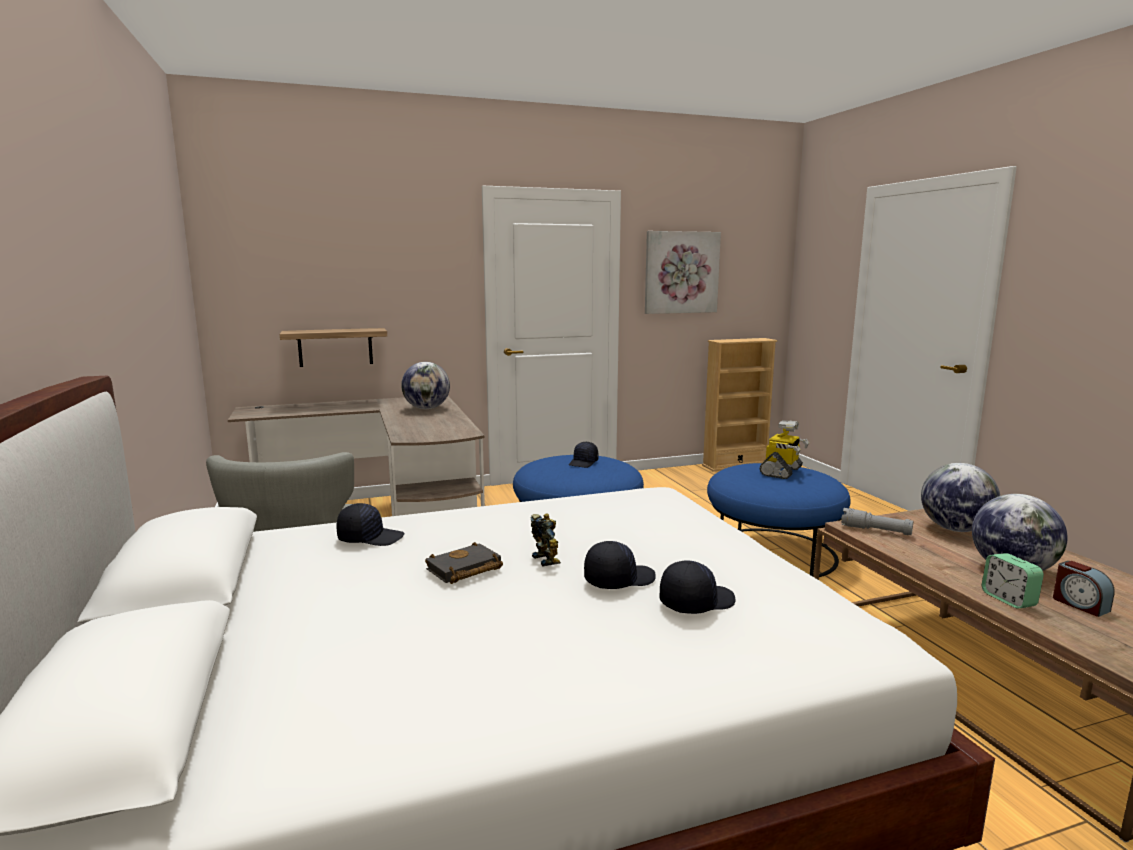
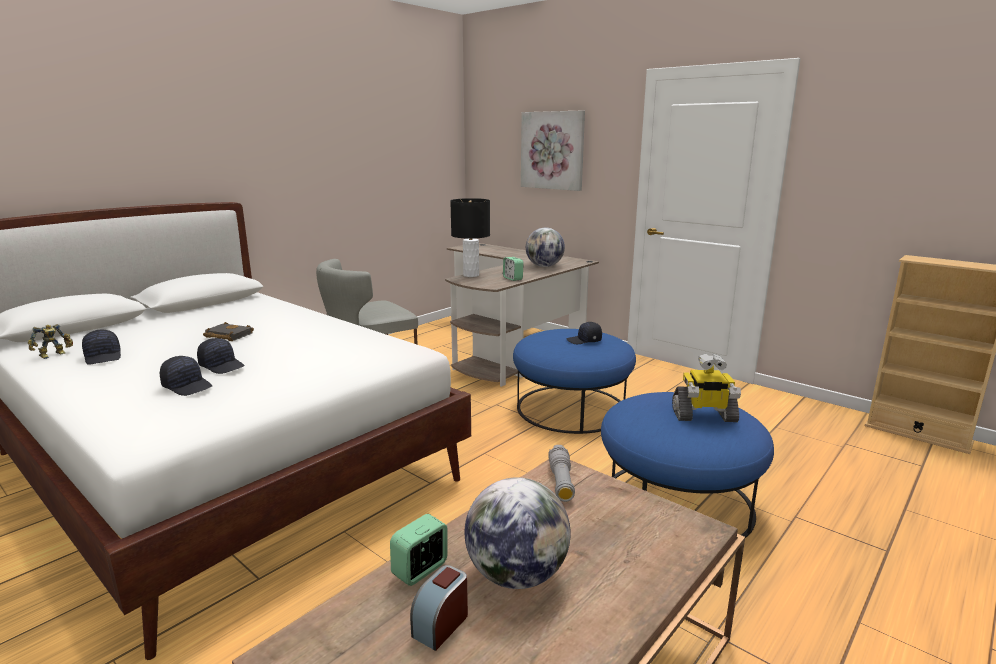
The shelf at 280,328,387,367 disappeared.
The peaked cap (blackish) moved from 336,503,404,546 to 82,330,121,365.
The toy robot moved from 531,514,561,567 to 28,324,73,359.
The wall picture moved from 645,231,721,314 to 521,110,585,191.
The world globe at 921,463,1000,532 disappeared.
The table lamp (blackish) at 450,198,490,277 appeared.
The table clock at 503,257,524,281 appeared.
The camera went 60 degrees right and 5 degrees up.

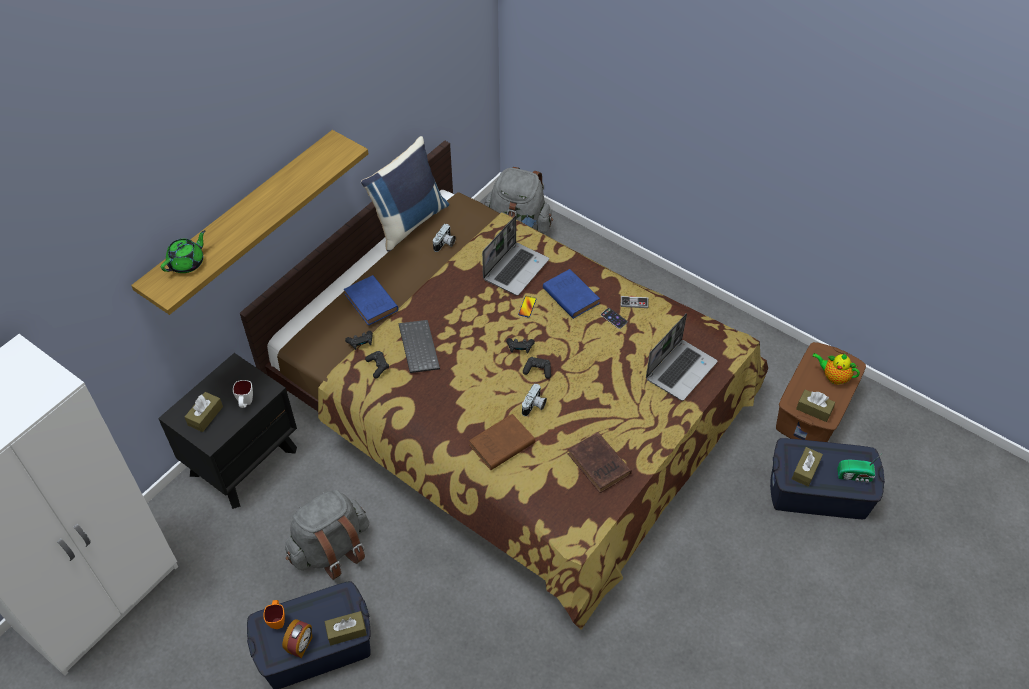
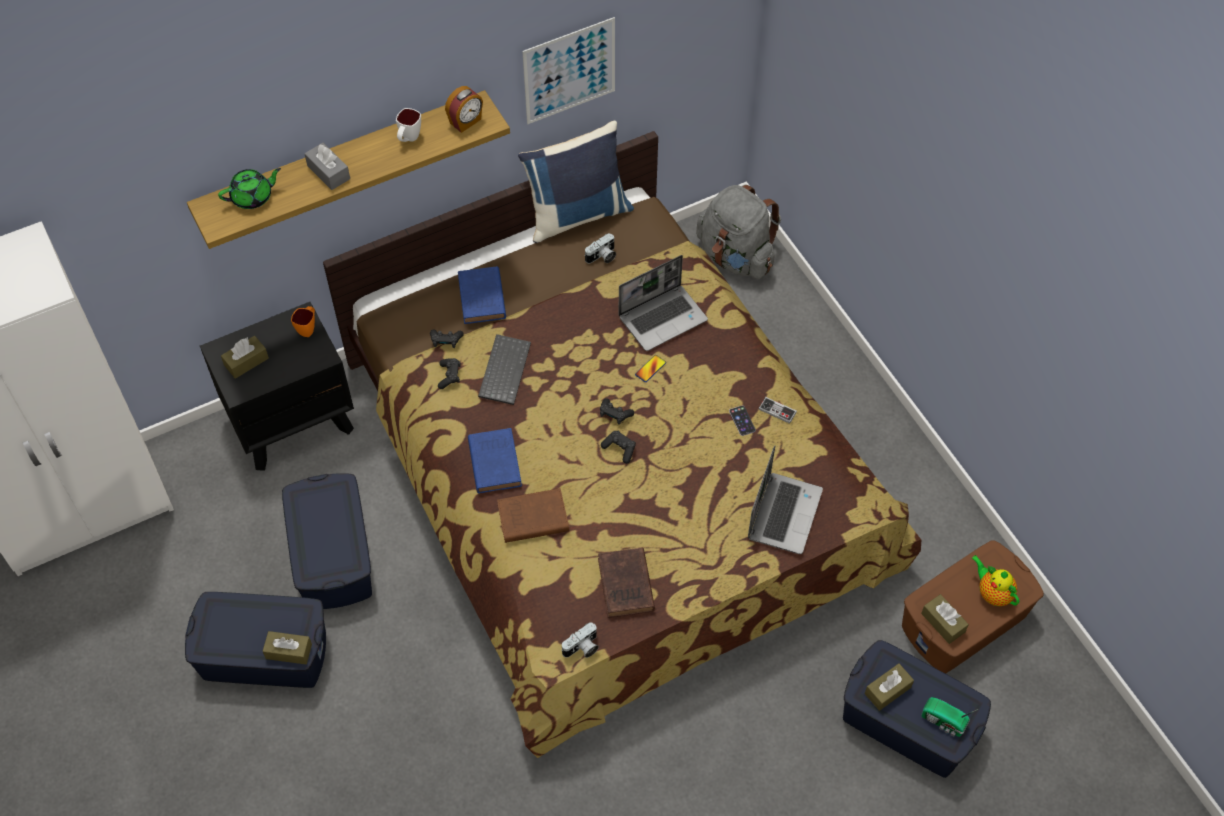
The coffee mug (whitish) moved from 233,380,253,408 to 396,108,421,142.
The coffee mug (orange) moved from 263,600,285,629 to 291,306,315,337.
The table clock moved from 282,619,312,658 to 445,86,483,133.
The knapsack (gray) at 285,490,369,580 was replaced by the storage box (bluish) at 282,473,372,609.
The photo camera moved from 522,384,547,416 to 562,622,599,658.
The book (bluish) moved from 543,269,600,319 to 468,428,522,493.
The laptop at 646,313,718,401 turned 45 degrees counterclockwise.
The box of tissues (gray) at 304,143,350,190 appeared.
The wall picture at 522,17,615,124 appeared.
The camera went 25 degrees right and 5 degrees up.

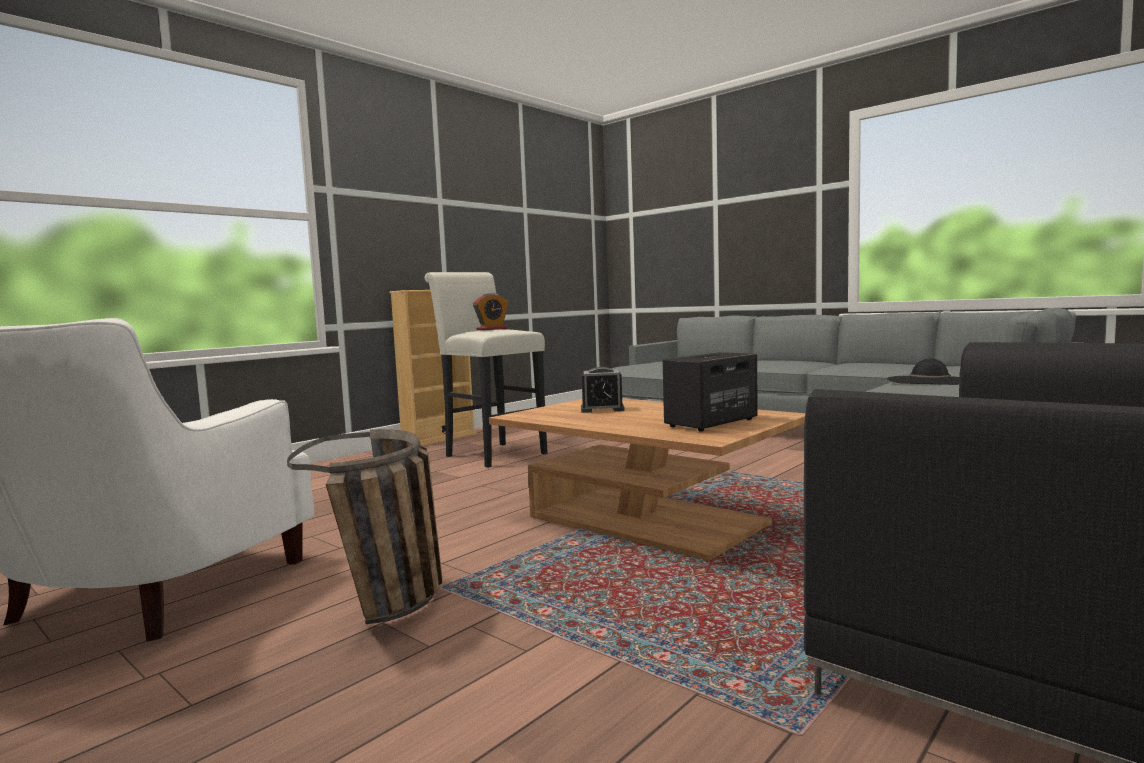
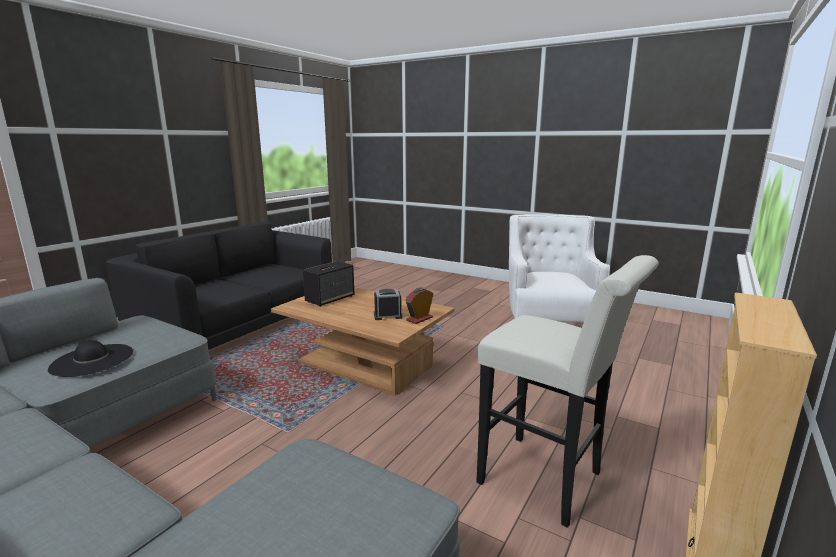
The basket at 287,429,442,624 disappeared.
The table clock moved from 473,293,509,330 to 405,287,433,324.
The camera went 170 degrees right and 10 degrees up.

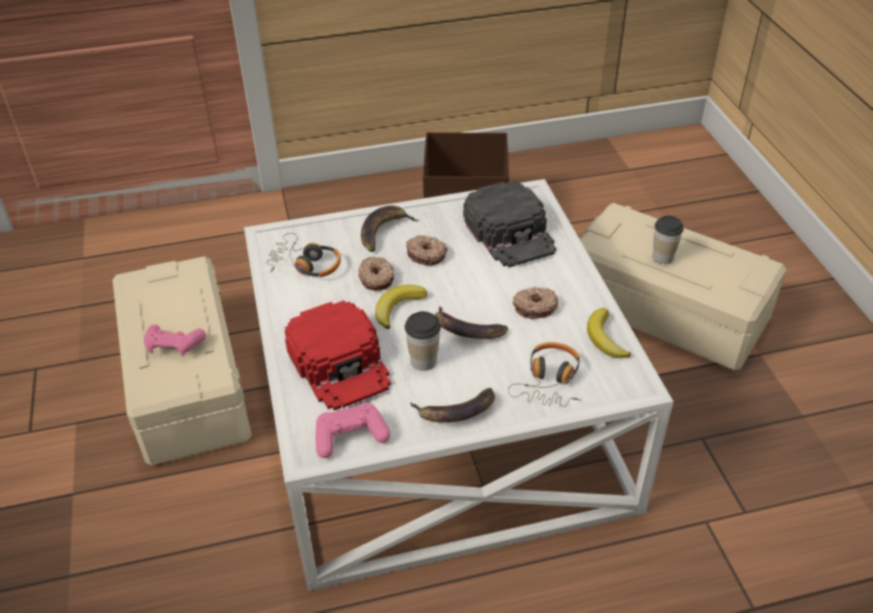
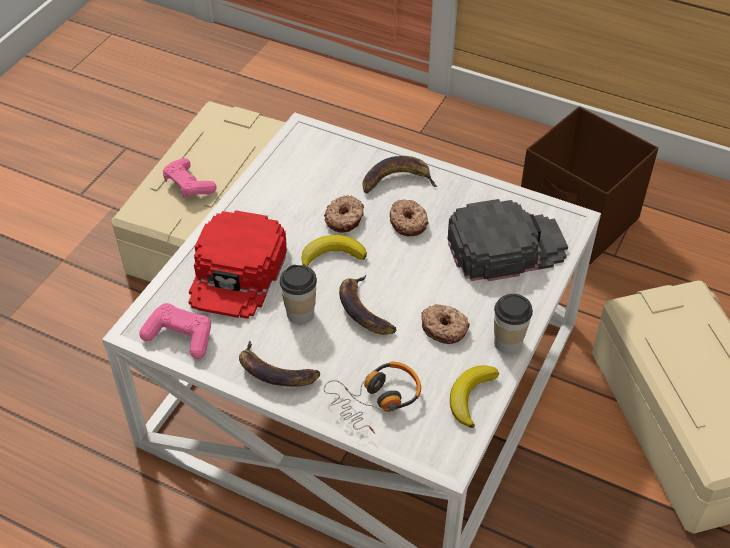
The headphones at 266,233,341,277 disappeared.
The peaked cap (blackish) at 463,181,556,268 turned 120 degrees counterclockwise.
The cup moved from 653,216,684,264 to 494,294,533,354.
The camera went 40 degrees right and 5 degrees up.

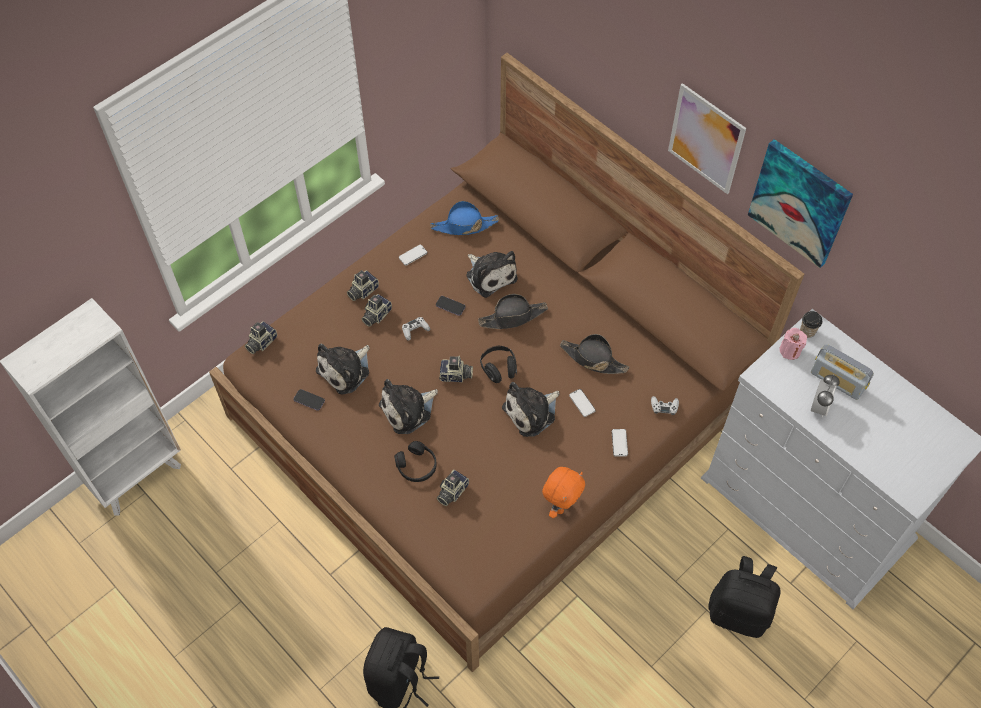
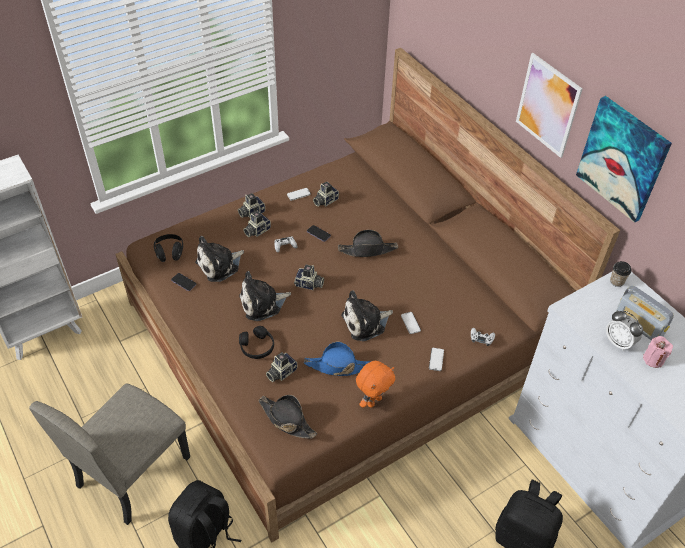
The photo camera moved from 245,321,277,354 to 313,182,339,207.
The hat (bluish) moved from 430,201,499,235 to 304,342,371,376.
The plush toy at 466,251,518,298 disappeared.
The headphones (blackish) moved from 480,346,517,383 to 154,234,183,262.
The hat (blackish) moved from 559,334,629,374 to 258,395,317,439.
The candle (pink) moved from 780,328,807,360 to 643,336,673,368.
The table clock at 811,374,839,417 turned 105 degrees clockwise.
The plain chair (sand-coloured) at 29,384,190,525 appeared.
The camera went 10 degrees right and 10 degrees down.

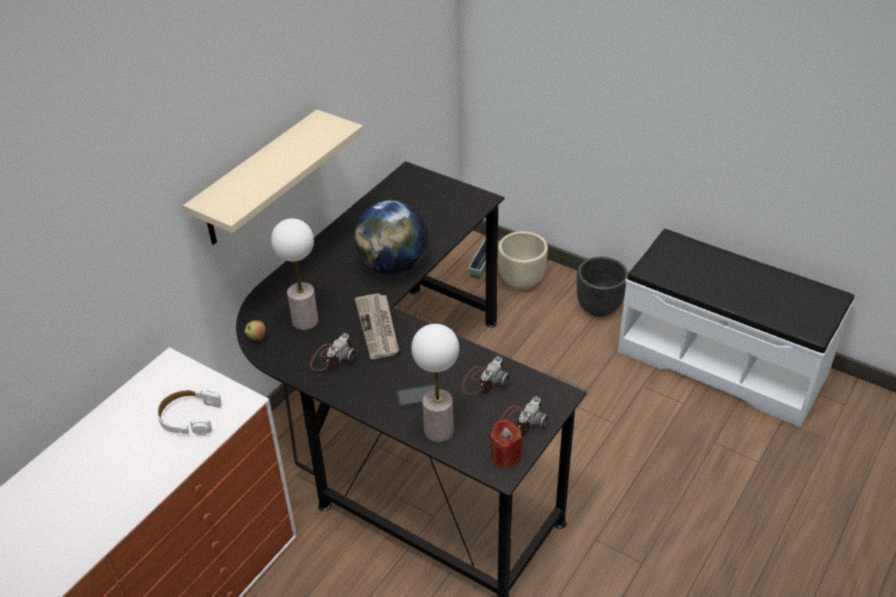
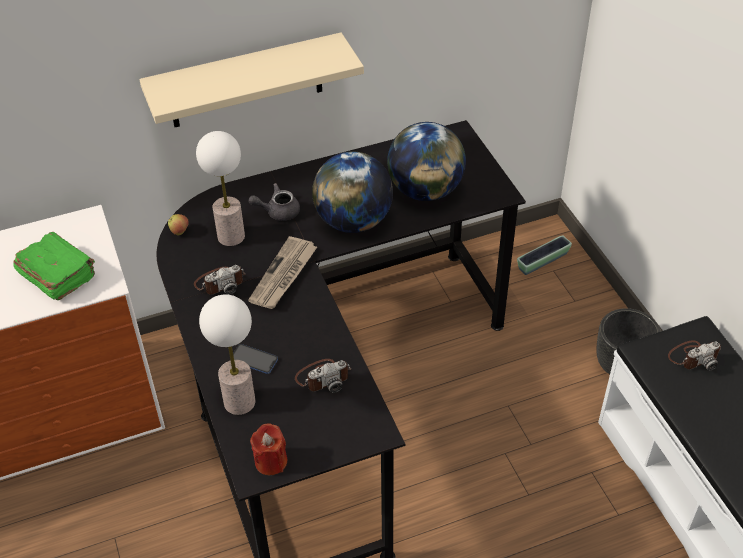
The headphones (whitish) at 157,390,222,435 was replaced by the book (greenish) at 13,232,95,300.
The plant pot (sand-coloured) at 498,231,548,290 disappeared.
The photo camera moved from 499,396,548,436 to 668,340,721,371.
The pot for tea (gray) at 248,183,300,221 appeared.
The world globe at 387,122,466,201 appeared.
The camera went 35 degrees right and 5 degrees up.

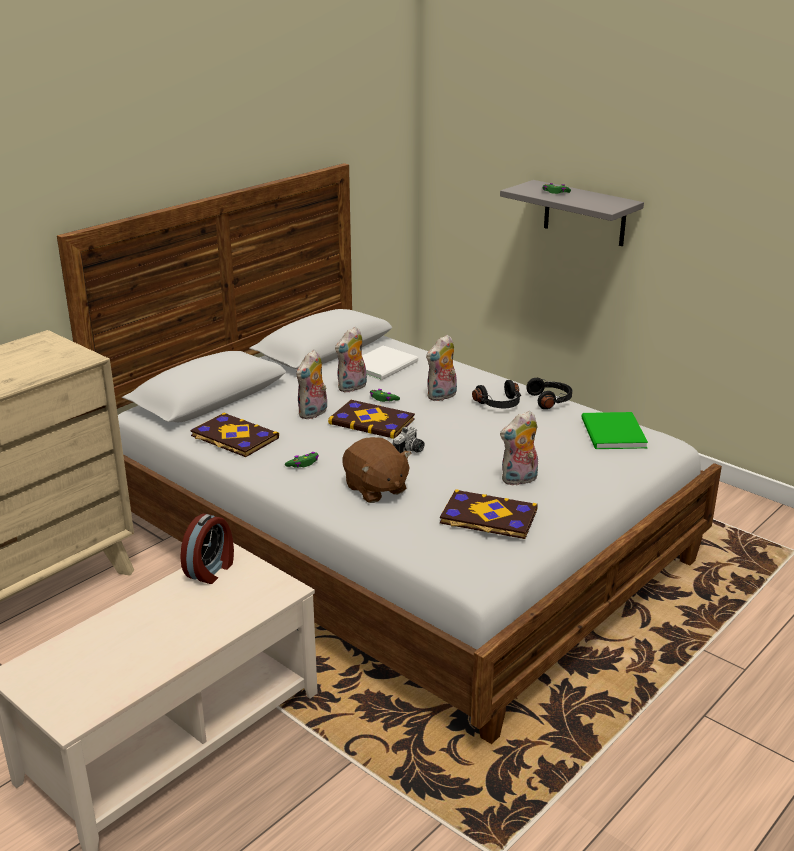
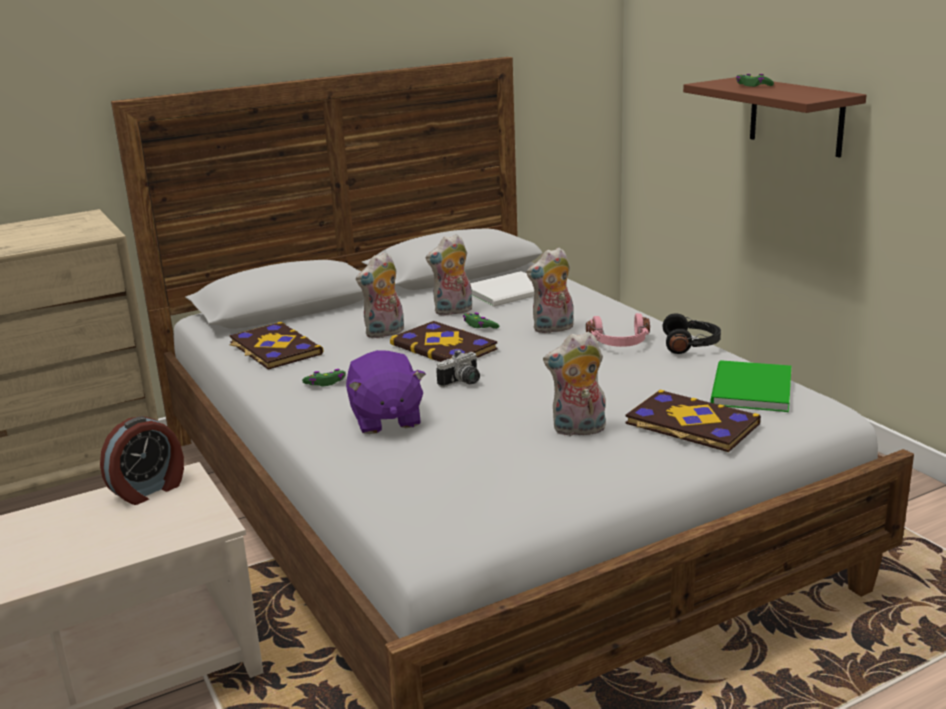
The plush toy (brownish) at 342,437,411,503 became the plush toy (purple-coloured) at 346,350,426,434.
The book moved from 440,489,538,539 to 625,389,761,452.
The headphones (blackish) at 472,380,521,408 became the headphones (pink) at 586,313,650,347.
The shelf (gray) at 500,180,644,246 became the shelf (brownish) at 683,77,866,158.
The camera went 20 degrees right and 5 degrees down.

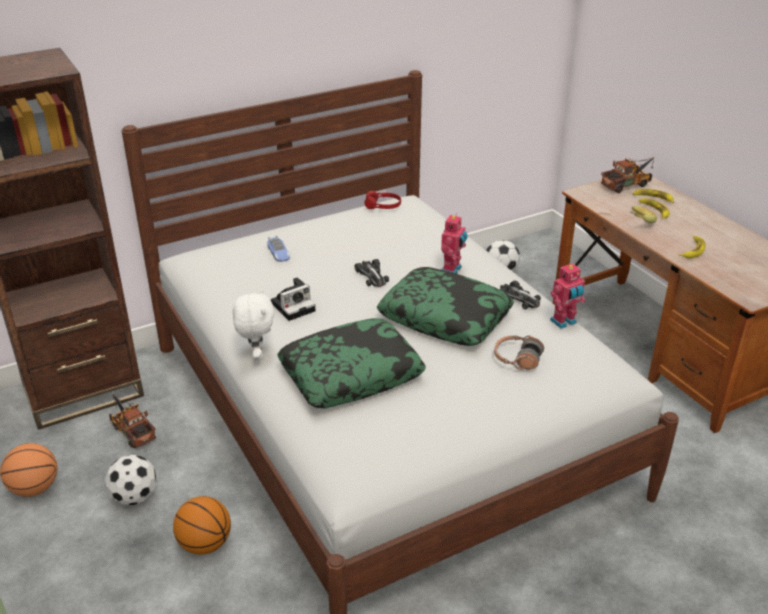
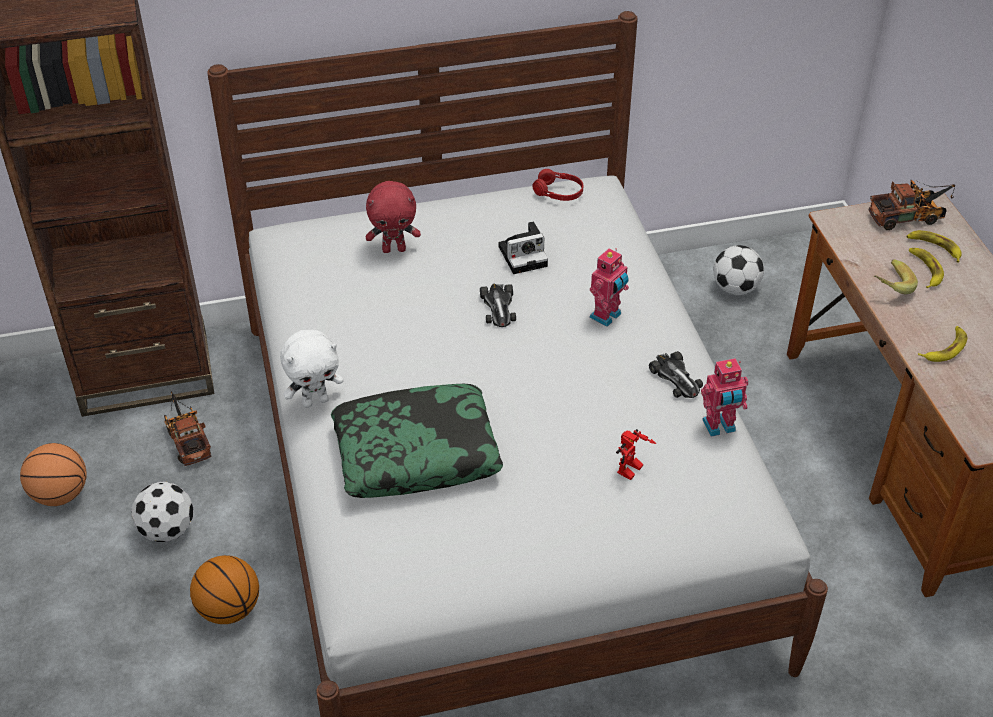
The plush toy (whitish) at 233,289,274,361 turned 60 degrees clockwise.
The model car at 267,235,290,262 was replaced by the plush toy (red) at 366,181,421,253.
The photo camera moved from 271,277,315,321 to 499,221,548,274.
The throw pillow at 377,267,514,346 disappeared.
The headphones at 494,335,544,370 was replaced by the toy robot at 616,429,656,480.
The camera went 15 degrees right and 10 degrees up.

